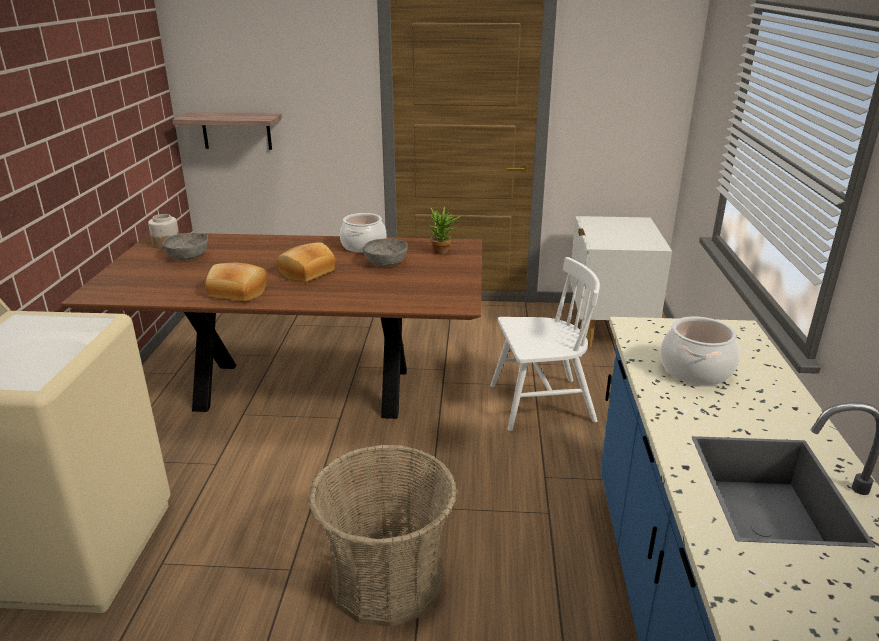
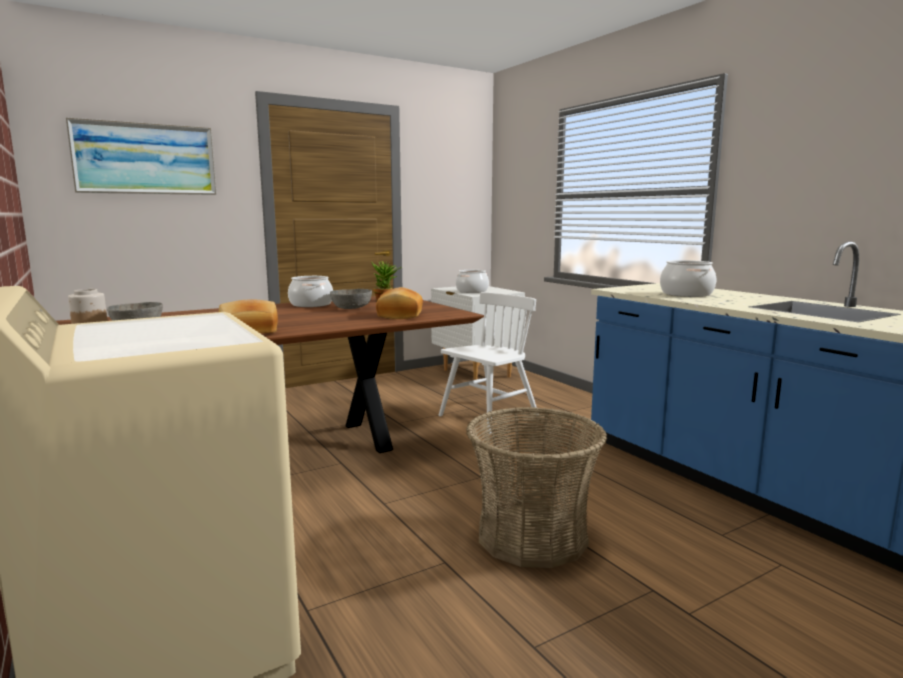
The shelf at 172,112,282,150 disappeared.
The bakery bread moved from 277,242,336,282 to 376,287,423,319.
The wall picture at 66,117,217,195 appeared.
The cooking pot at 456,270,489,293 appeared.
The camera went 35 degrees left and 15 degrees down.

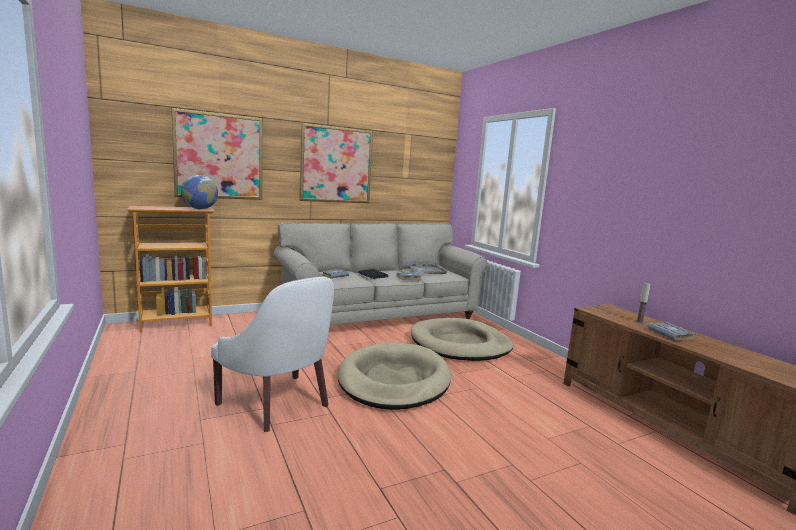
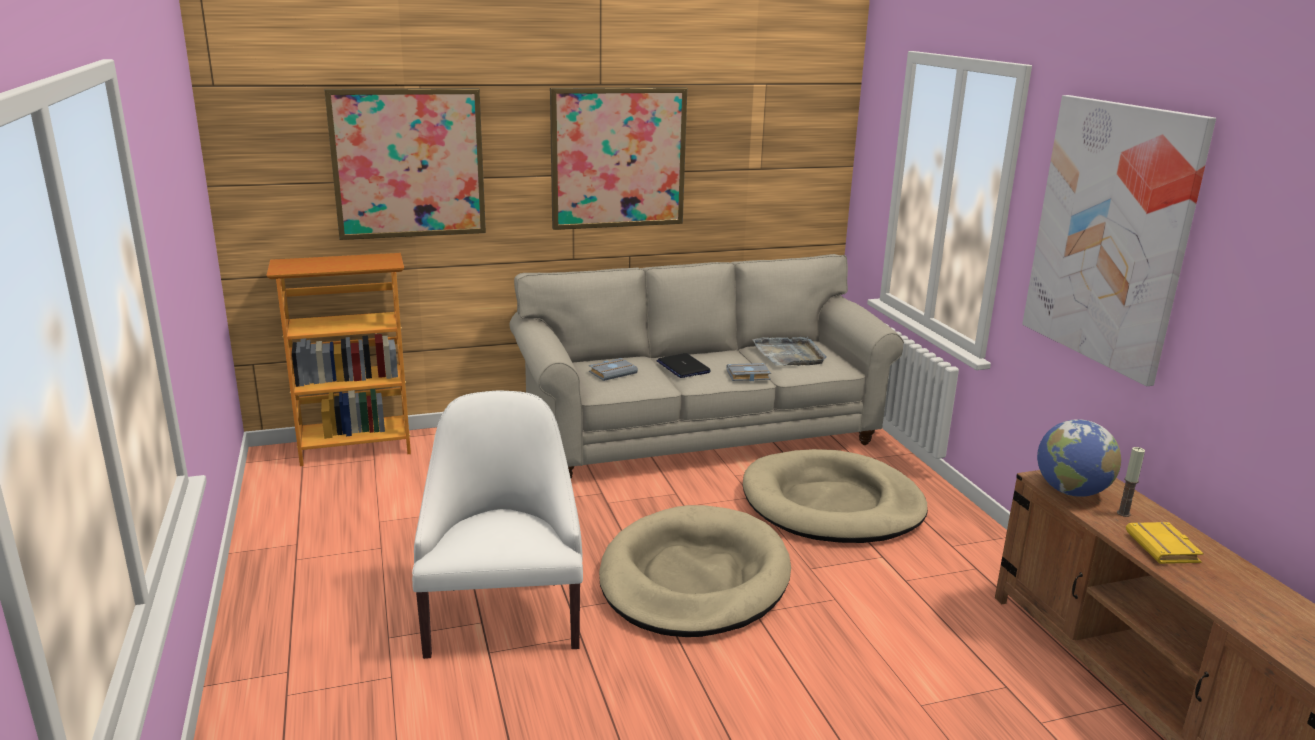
The world globe moved from 181,175,218,209 to 1037,419,1121,497.
The easy chair (whitish) at 211,277,334,432 turned 150 degrees counterclockwise.
The book (gray) at 647,323,696,341 became the book (yellow) at 1126,522,1204,564.
The wall picture at 1022,95,1216,386 appeared.
The camera went 10 degrees right and 10 degrees up.

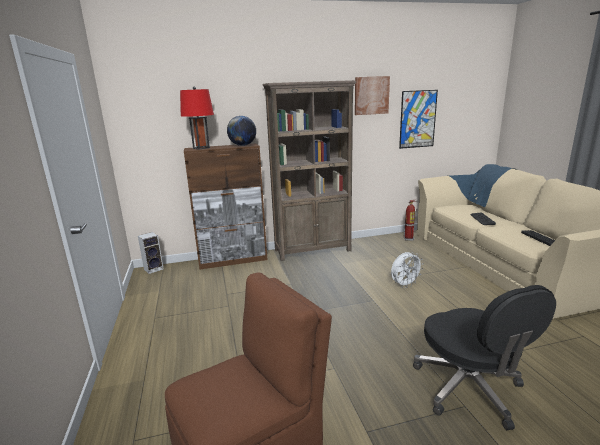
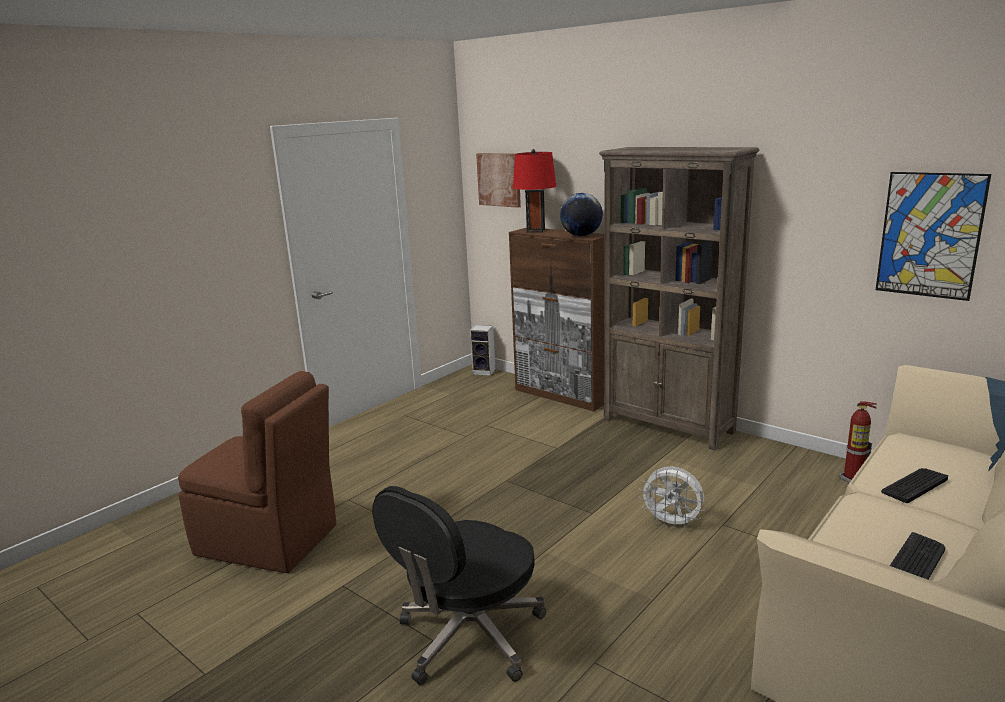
The wall picture moved from 355,76,390,115 to 476,153,521,208.
The camera went 55 degrees right and 0 degrees up.

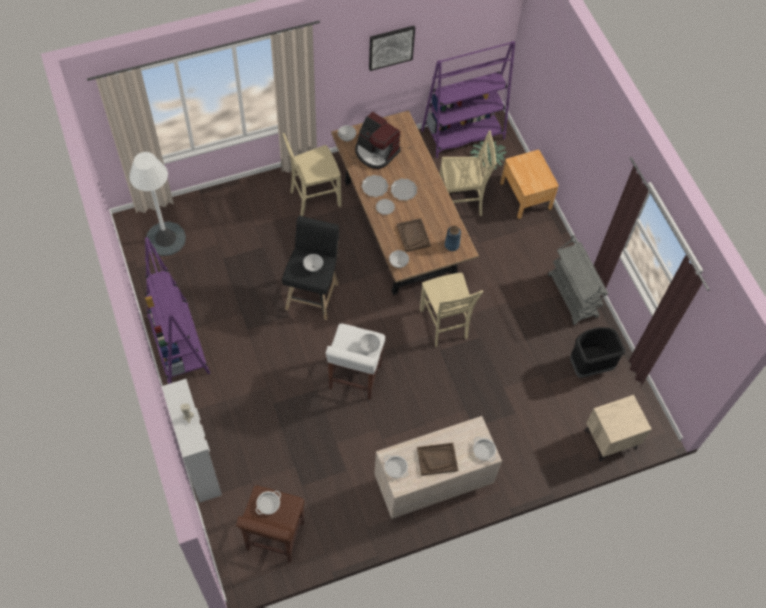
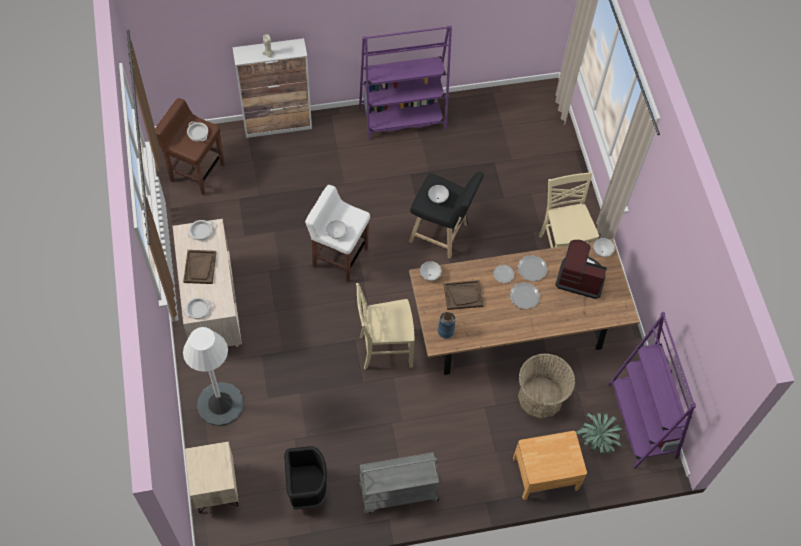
The standing lamp (whitish) moved from 130,152,186,256 to 183,327,243,426.
The coffee maker at 355,111,401,169 turned 60 degrees clockwise.
The wall picture at 369,26,415,71 disappeared.
The plain chair (sand-coloured) at 439,131,497,216 was replaced by the basket at 518,353,575,419.
The camera went 100 degrees right and 0 degrees up.

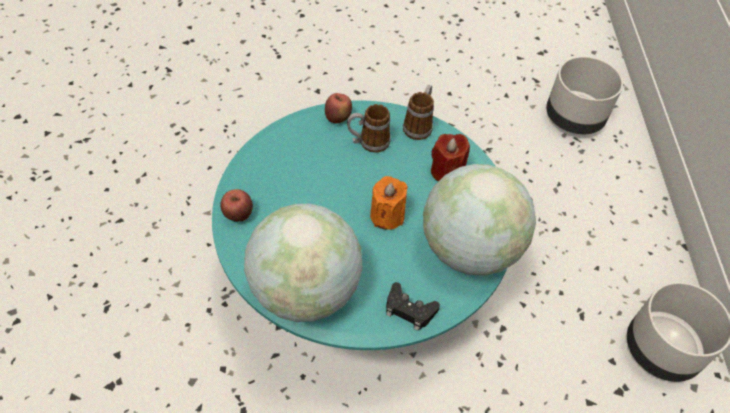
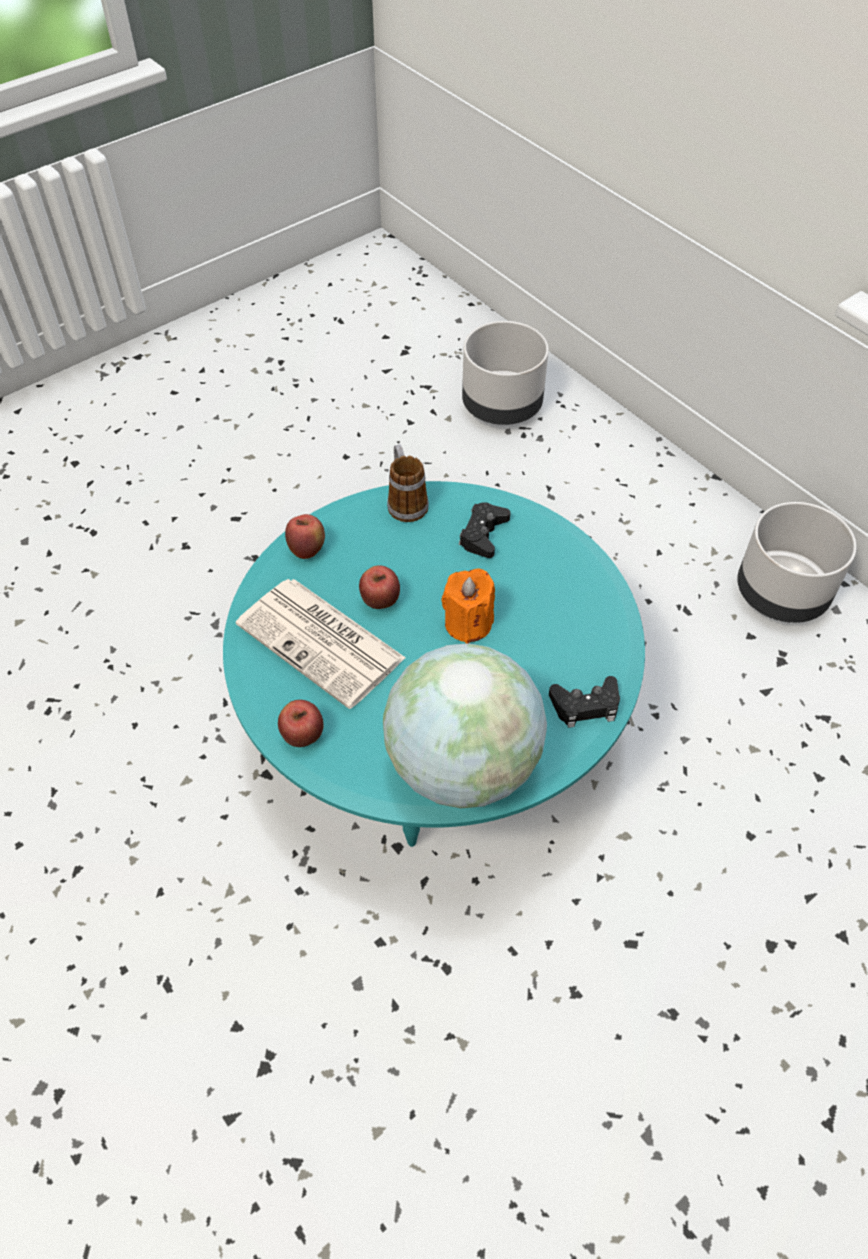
The coffee mug at 347,104,390,153 disappeared.
The world globe at 423,164,536,275 disappeared.
The candle (red) at 431,134,470,182 was replaced by the joypad (blackish) at 459,502,511,558.
The daily paper at 236,579,406,709 appeared.
The whole apple at 359,565,400,609 appeared.
The camera went 35 degrees left and 0 degrees up.

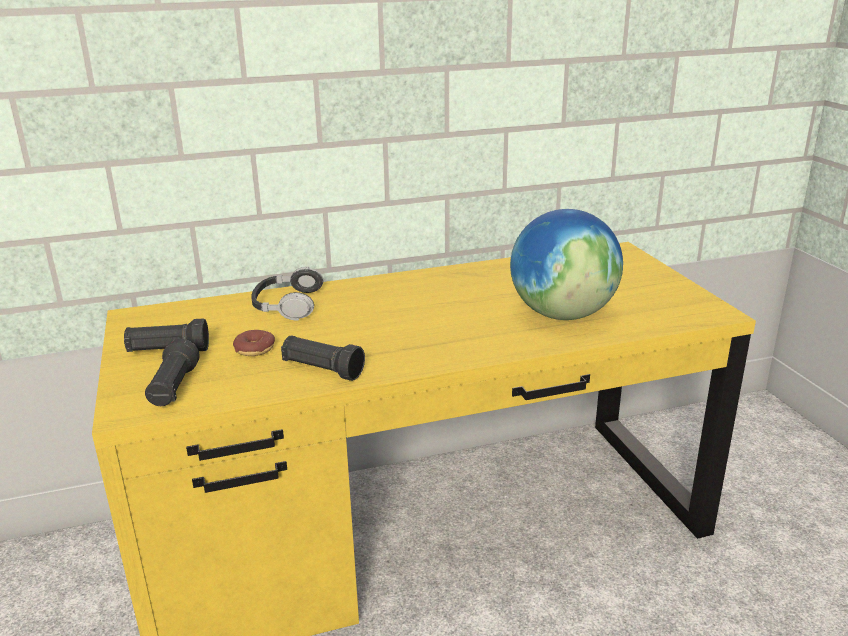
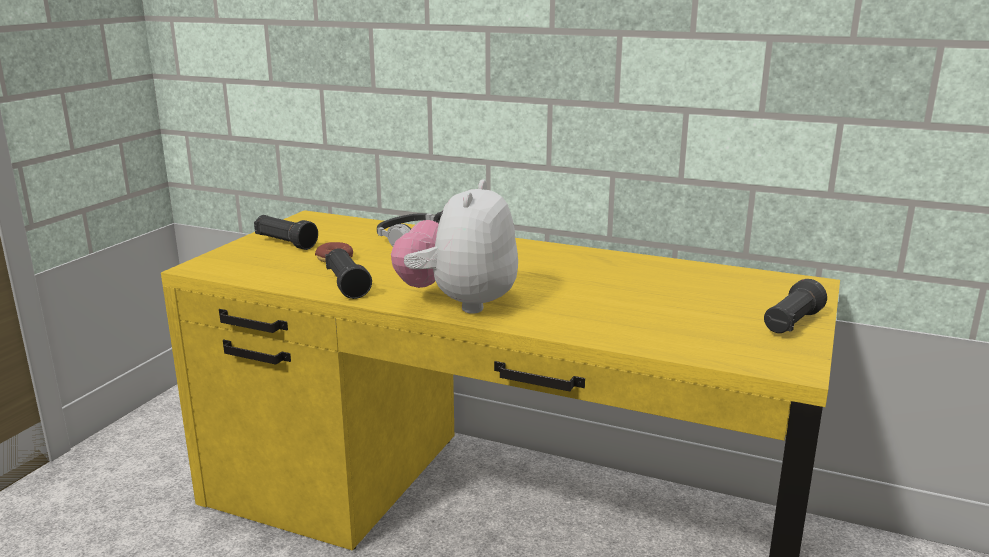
The hand torch (blackish) moved from 145,339,200,406 to 764,279,827,333.
The world globe at 510,209,623,320 disappeared.
The plush toy at 391,180,518,314 appeared.
The camera went 40 degrees right and 5 degrees down.

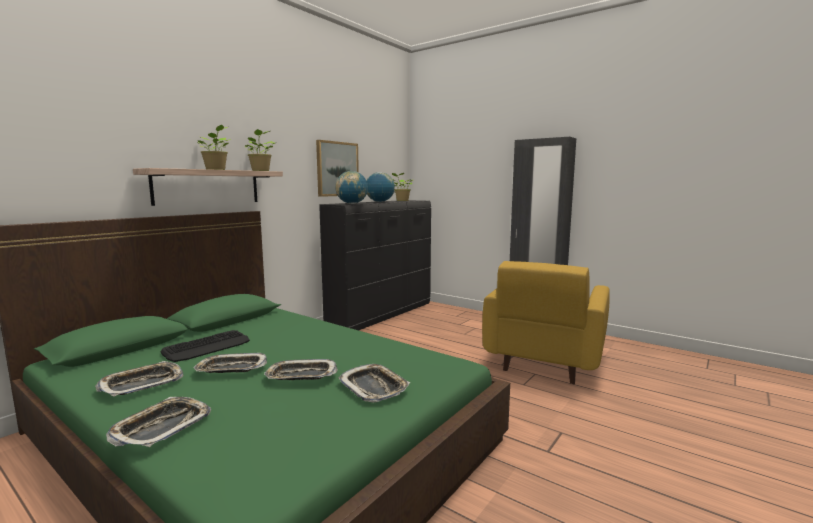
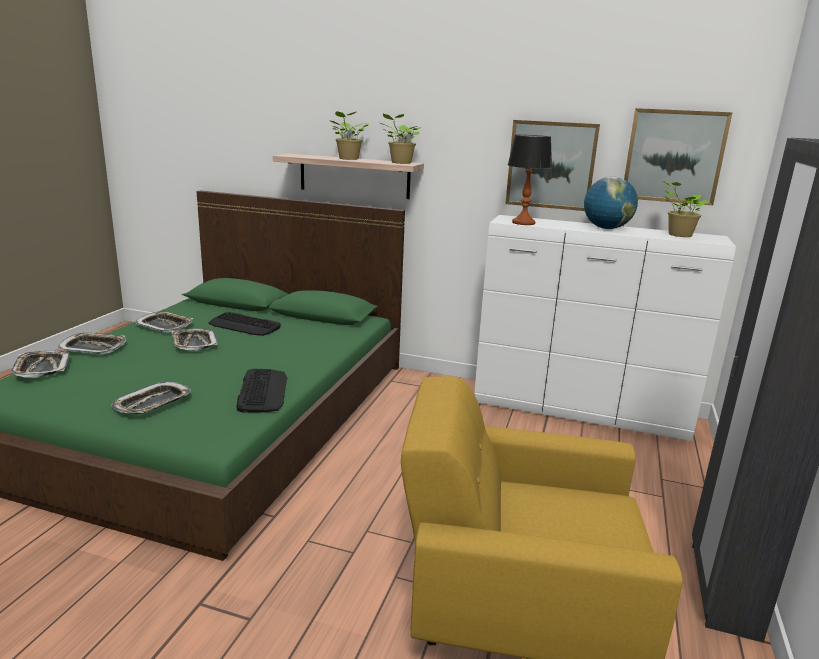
The carrying tray moved from 264,359,338,380 to 11,350,70,378.
The drawer chest (blackish) at 319,200,431,330 became the drawer chest (whitish) at 474,215,736,441.
The world globe at 335,171,368,204 was replaced by the table lamp at 508,135,552,225.
The PC keyboard at 236,369,287,412 appeared.
The wall picture at 624,108,733,206 appeared.
The camera went 70 degrees right and 10 degrees up.

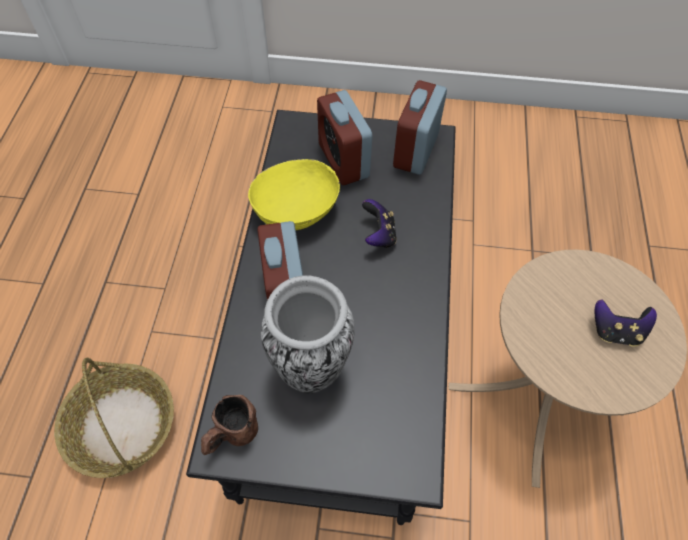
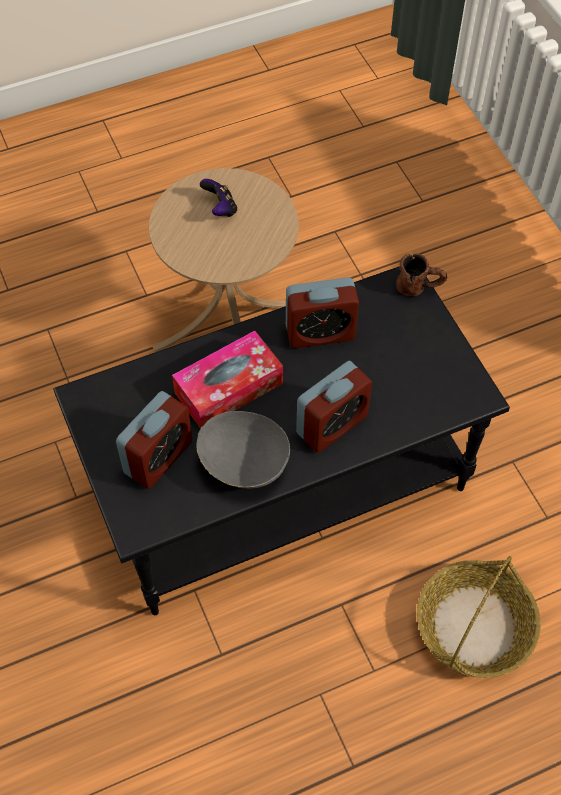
The coffee mug (brownish) moved from 201,395,258,455 to 396,253,447,296.
The bowl (yellow) at 248,159,340,230 became the bowl (gray) at 196,411,290,489.
The decorative vase at 261,275,355,393 disappeared.
The joypad at 362,199,397,248 was replaced by the box of tissues at 172,331,283,429.
The table clock moved from 393,80,447,175 to 286,277,359,348.
The camera went 120 degrees left and 0 degrees up.

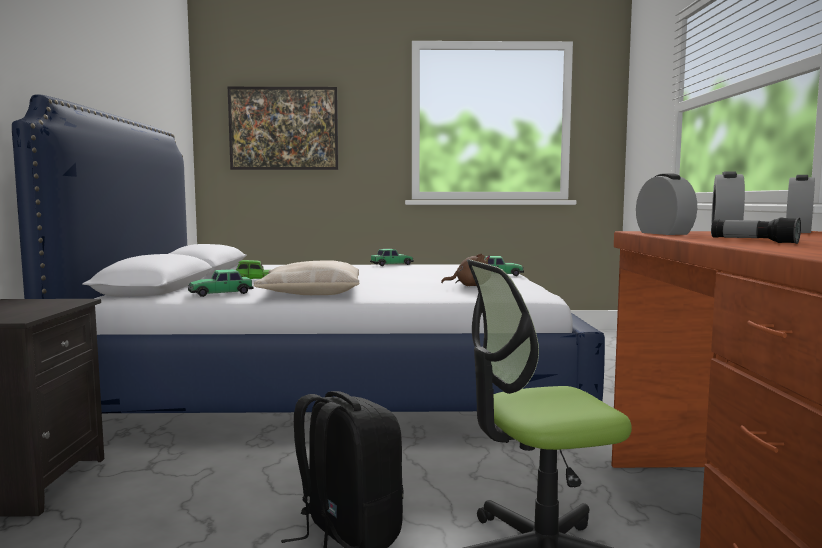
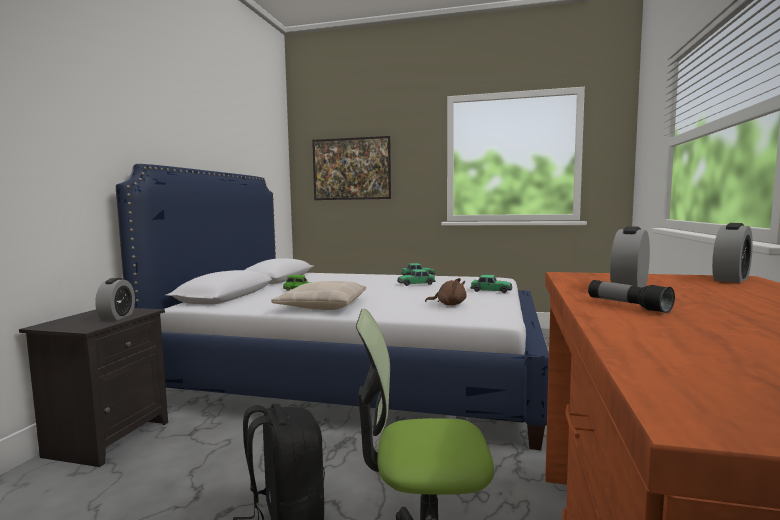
The model car moved from 188,269,253,297 to 397,269,436,286.
The table clock moved from 636,173,697,235 to 95,278,135,321.
The camera went 15 degrees right and 0 degrees up.

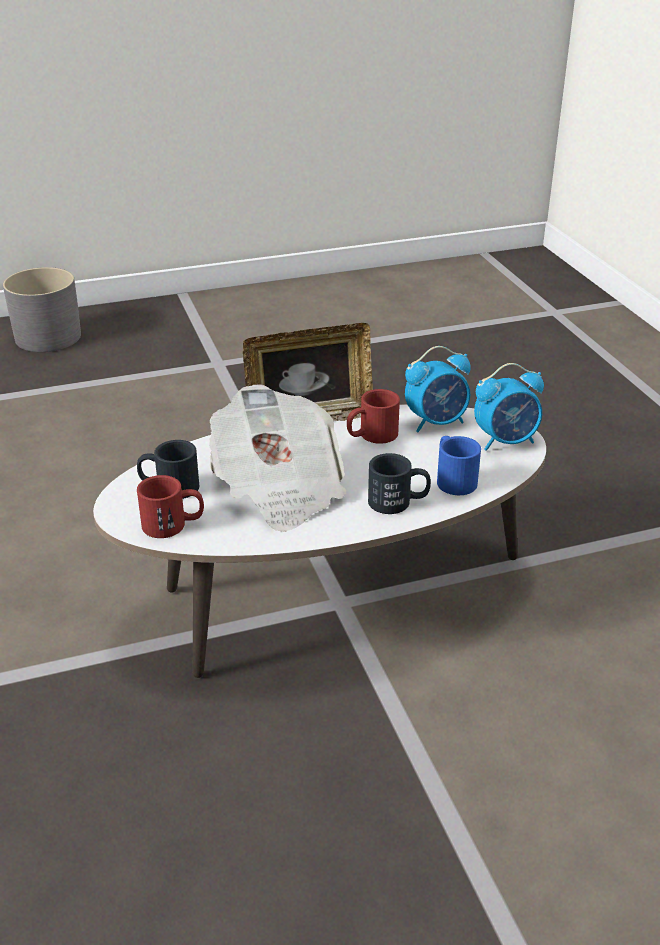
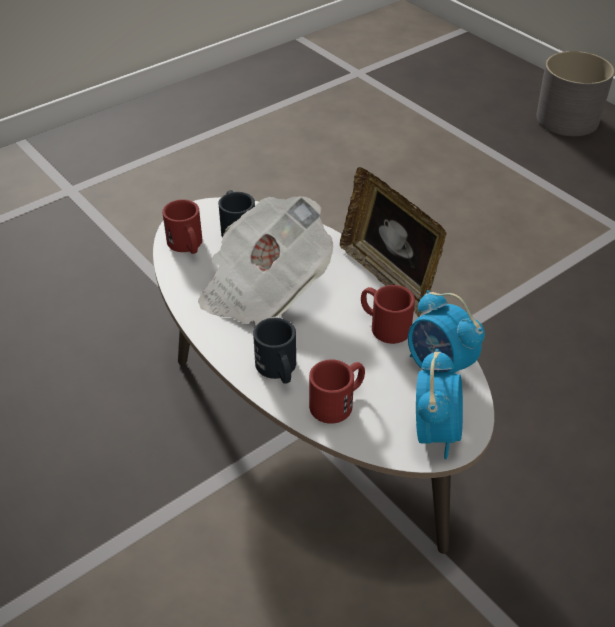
The coffee mug (bluish) at 437,436,481,495 became the coffee mug (red) at 309,359,365,424.
The table clock at 474,363,544,451 turned 135 degrees counterclockwise.
The camera went 70 degrees right and 10 degrees up.

